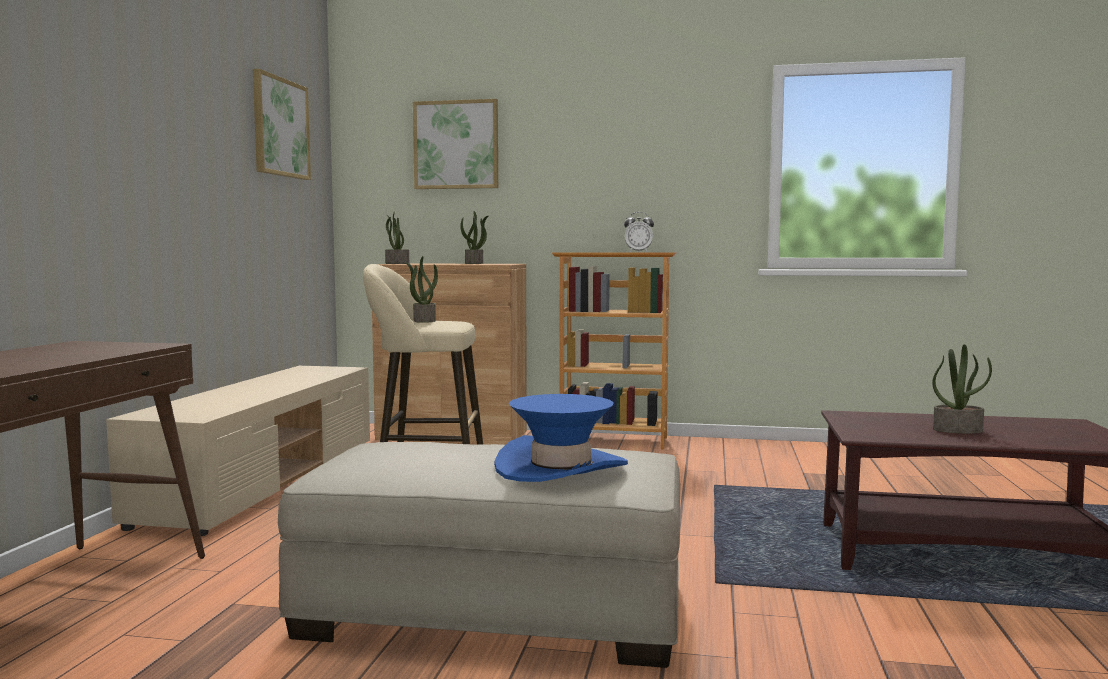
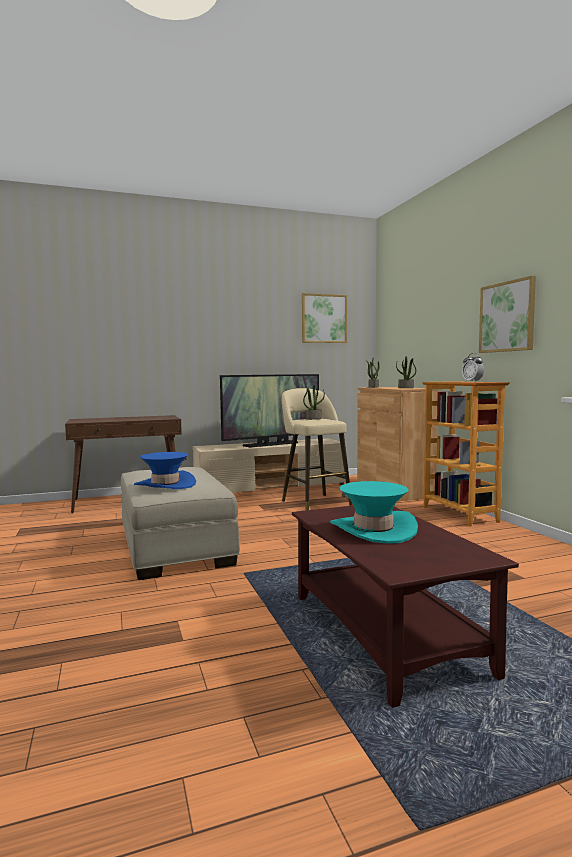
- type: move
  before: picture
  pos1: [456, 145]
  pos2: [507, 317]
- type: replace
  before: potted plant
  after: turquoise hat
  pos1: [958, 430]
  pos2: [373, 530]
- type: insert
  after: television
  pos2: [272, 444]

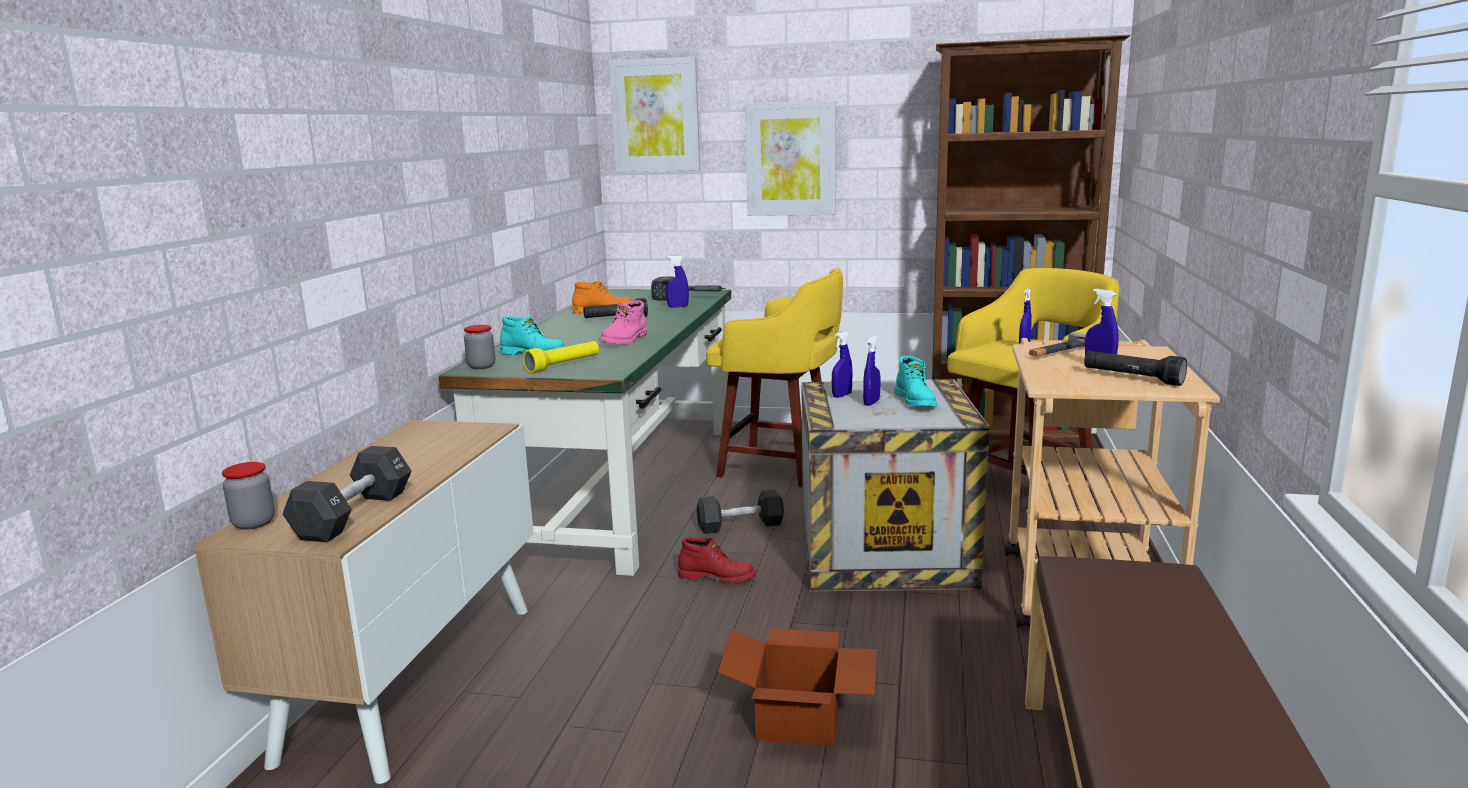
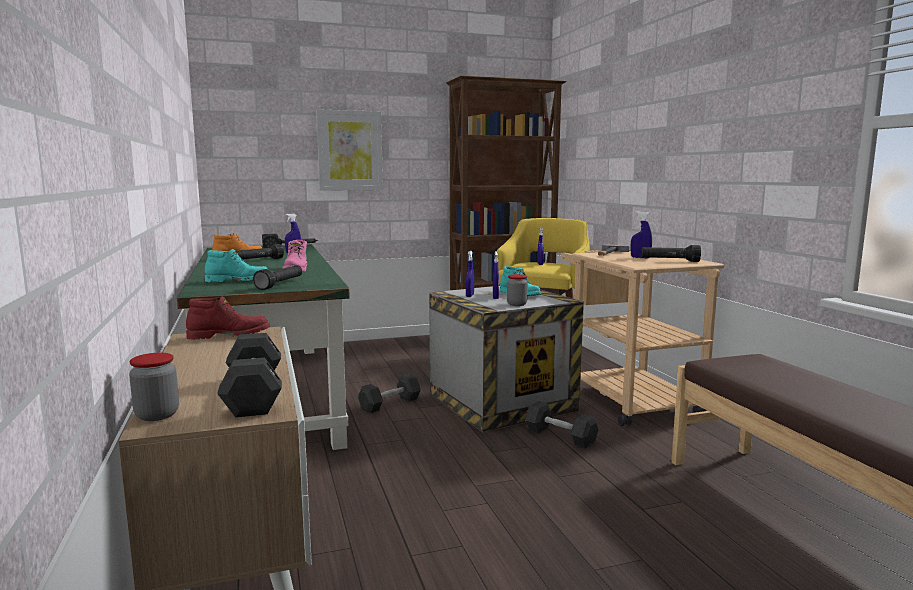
- type: move
  before: jar
  pos1: [481, 366]
  pos2: [517, 304]
- type: recolor
  before: yellow flashlight
  after: black flashlight
  pos1: [564, 365]
  pos2: [280, 284]
- type: delete
  before: picture
  pos1: [655, 115]
- type: move
  before: red boot
  pos1: [717, 577]
  pos2: [229, 335]
- type: delete
  before: yellow stool
  pos1: [781, 466]
- type: delete
  before: cardboard box
  pos1: [801, 719]
- type: insert
  after: black dumbbell
  pos2: [560, 436]

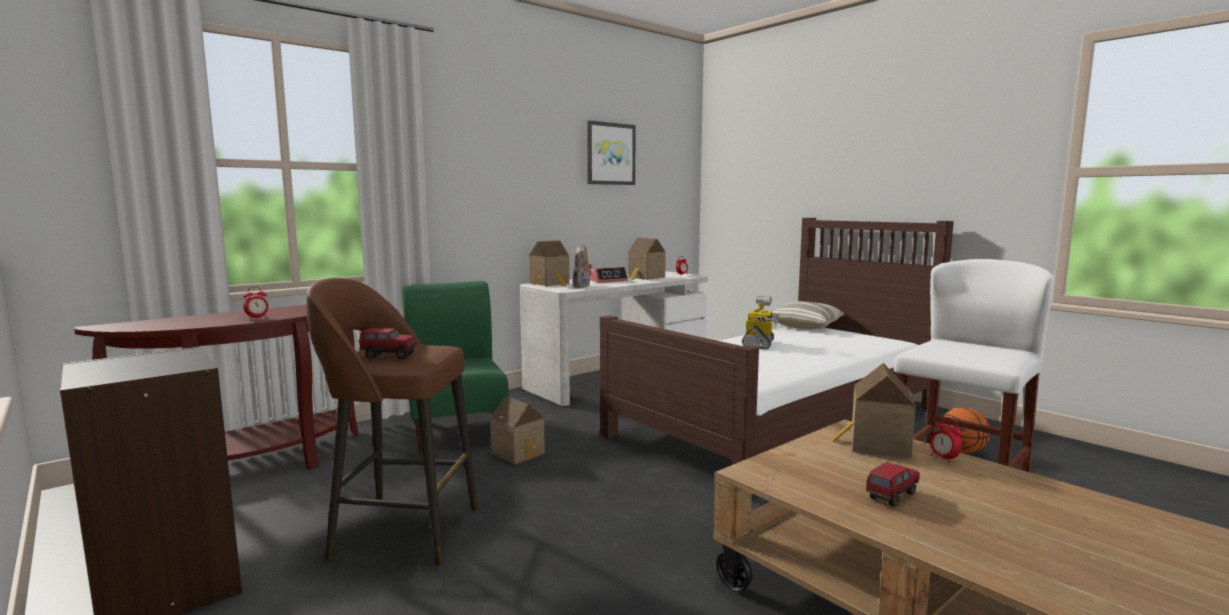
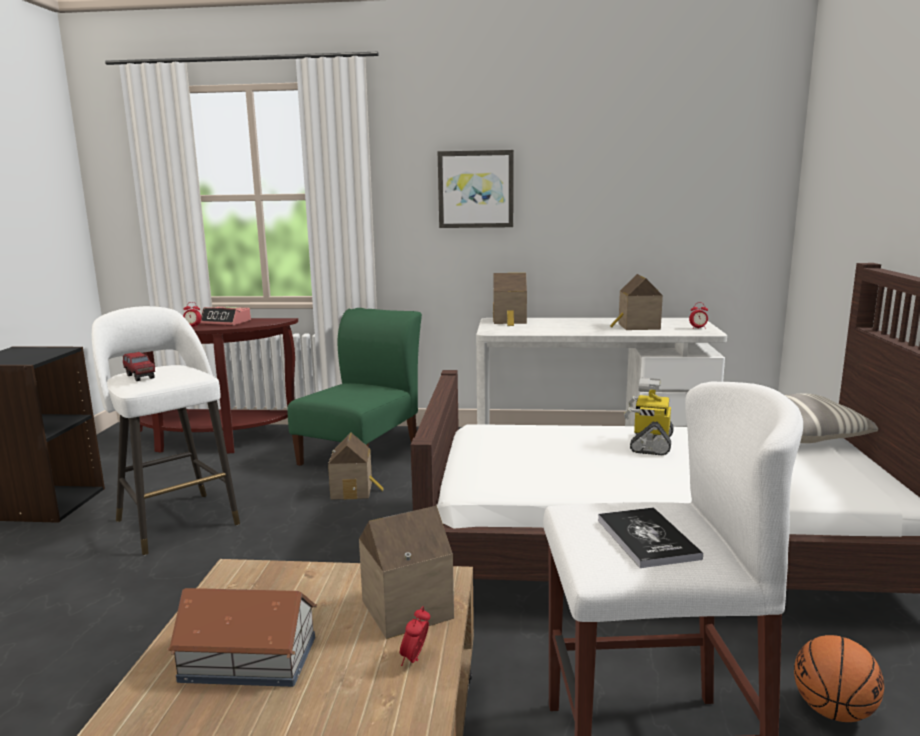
- type: recolor
  before: brown stool
  after: white stool
  pos1: [402, 531]
  pos2: [176, 521]
- type: delete
  before: plush toy
  pos1: [582, 286]
- type: move
  before: picture
  pos1: [610, 154]
  pos2: [476, 189]
- type: move
  before: alarm clock
  pos1: [607, 280]
  pos2: [226, 322]
- type: rotate
  before: toy robot
  pos1: [759, 344]
  pos2: [650, 443]
  turn: 135
- type: replace
  before: toy truck
  after: toy house
  pos1: [891, 496]
  pos2: [247, 658]
- type: insert
  after: book
  pos2: [647, 539]

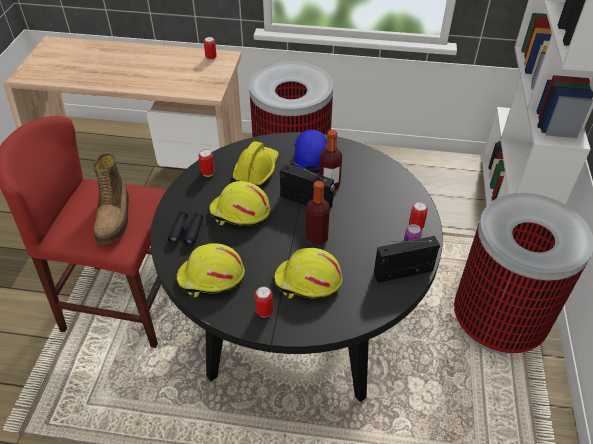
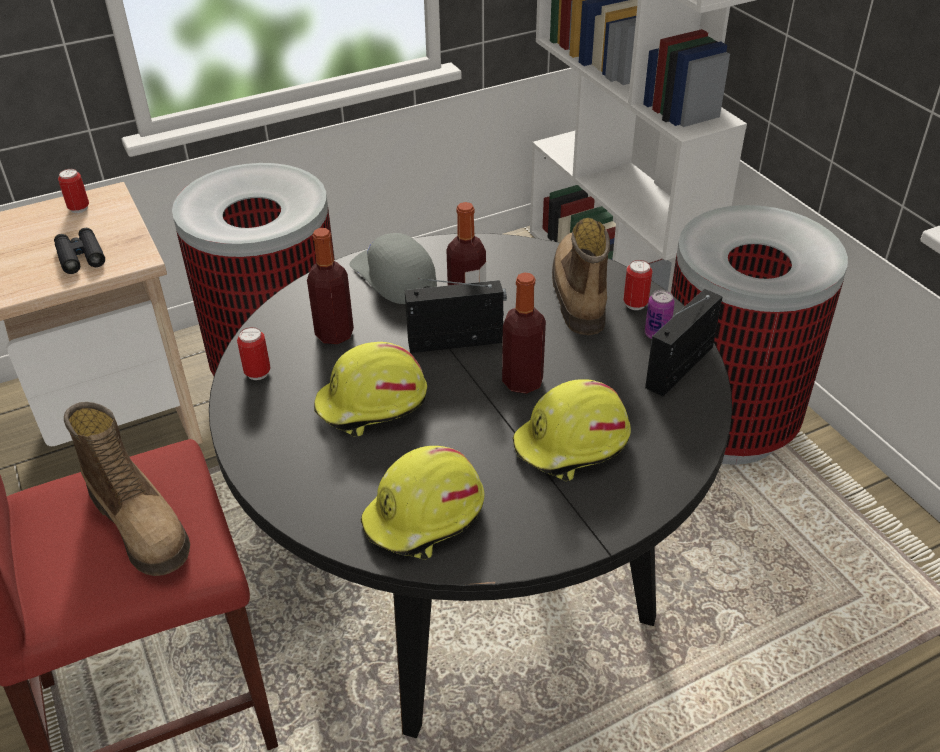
- type: move
  before: black binoculars
  pos1: [187, 231]
  pos2: [80, 256]
- type: replace
  before: yellow hard hat
  after: bottle
  pos1: [256, 170]
  pos2: [334, 334]
- type: delete
  before: can
  pos1: [264, 311]
- type: recolor
  before: blue cap
  after: grey cap
  pos1: [311, 154]
  pos2: [394, 277]
- type: insert
  after: boot
  pos2: [577, 293]

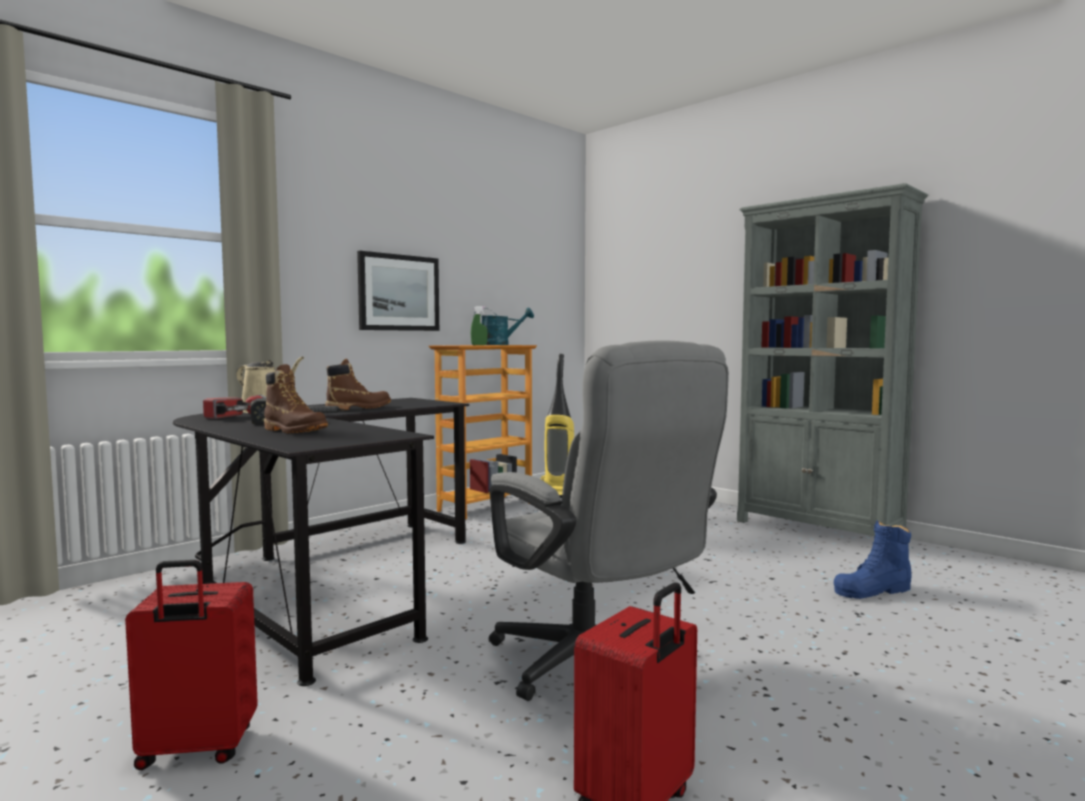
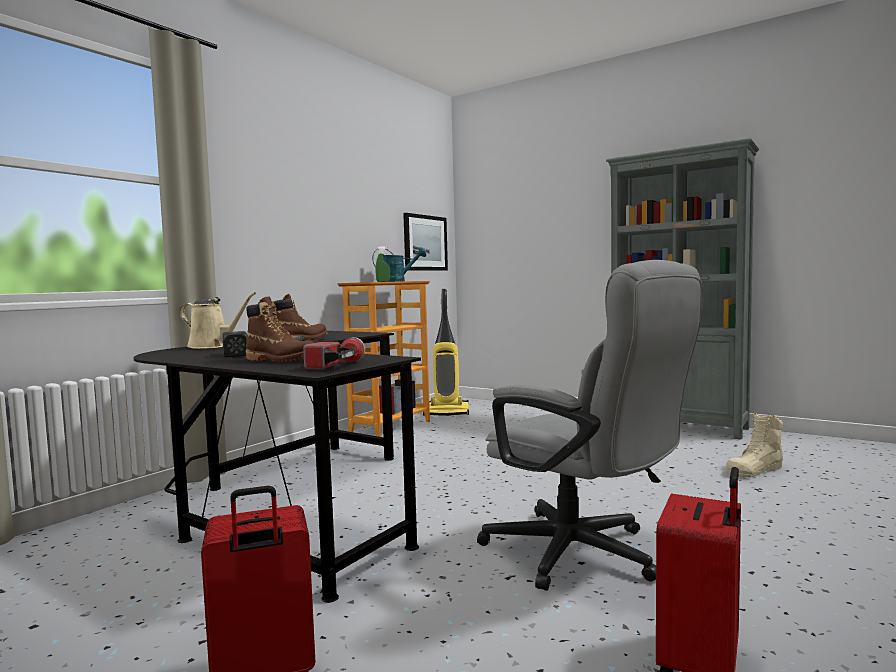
- type: move
  before: flashlight
  pos1: [237, 416]
  pos2: [337, 365]
- type: move
  before: picture
  pos1: [399, 292]
  pos2: [425, 243]
- type: recolor
  before: blue boot
  after: beige boot
  pos1: [872, 591]
  pos2: [755, 470]

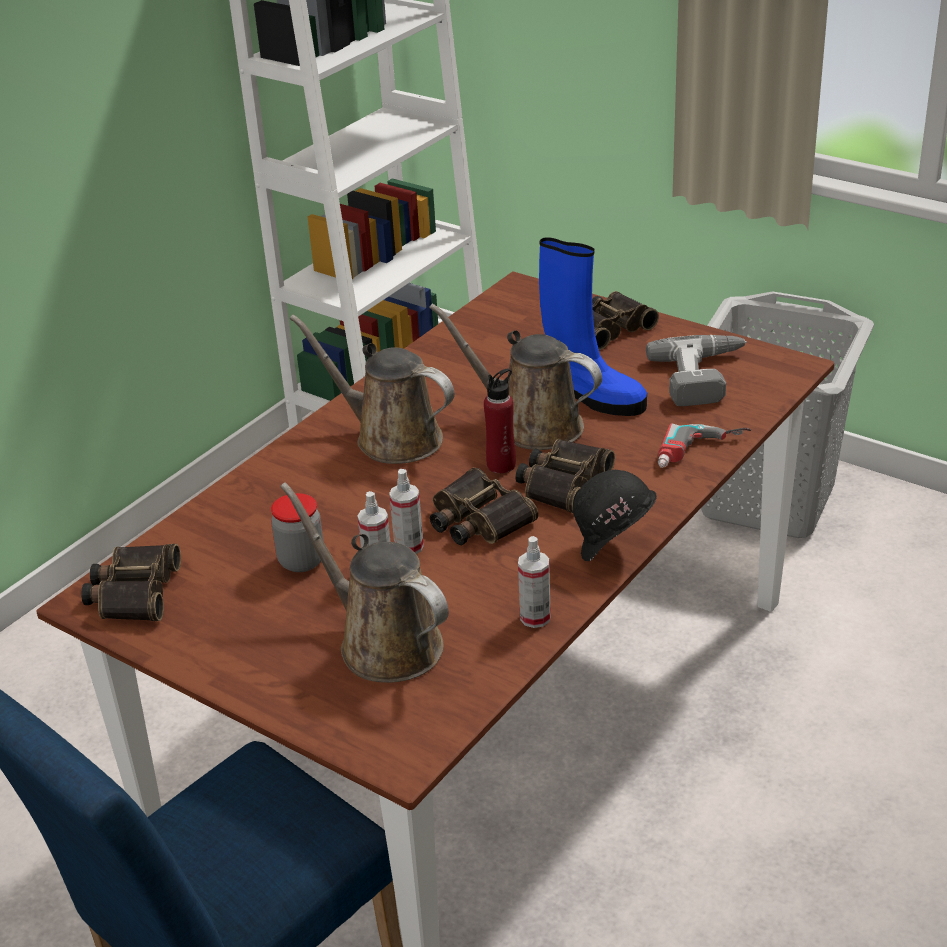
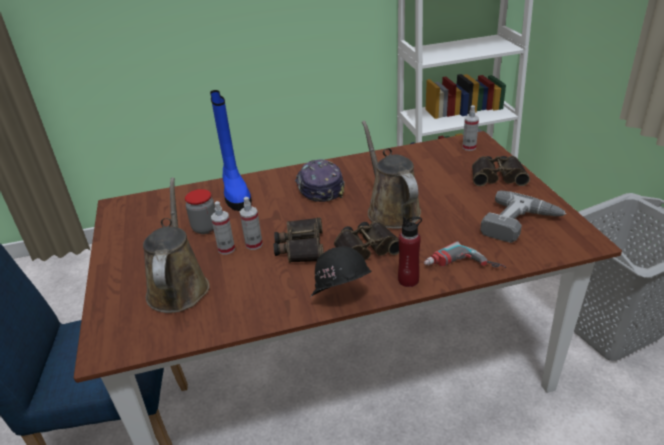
- type: delete
  before: binoculars
  pos1: [133, 592]
- type: replace
  before: brown watering can
  after: cap
  pos1: [391, 438]
  pos2: [319, 188]
- type: move
  before: red bottle
  pos1: [501, 465]
  pos2: [408, 280]
- type: move
  before: spray bottle
  pos1: [535, 617]
  pos2: [469, 147]
- type: move
  before: blue boot
  pos1: [592, 397]
  pos2: [235, 193]

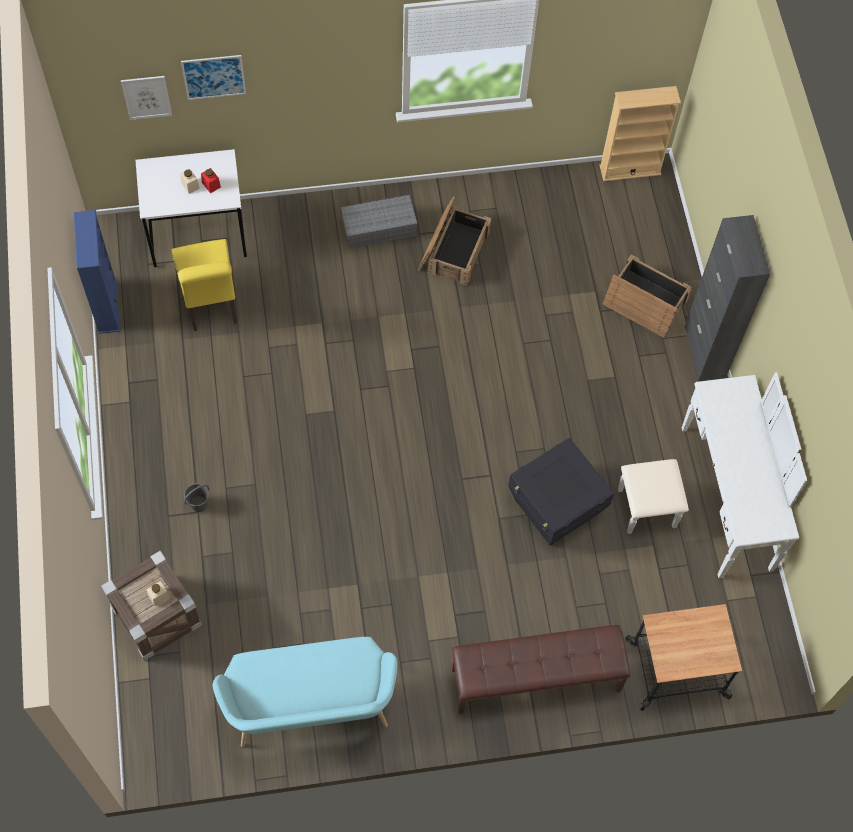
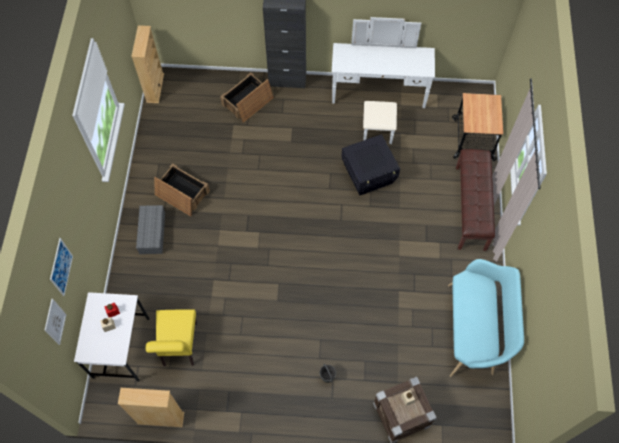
- type: recolor
  before: blue bookcase
  after: beige bookcase
  pos1: [107, 305]
  pos2: [161, 418]
- type: rotate
  before: yellow chair
  pos1: [210, 304]
  pos2: [179, 347]
  turn: 90

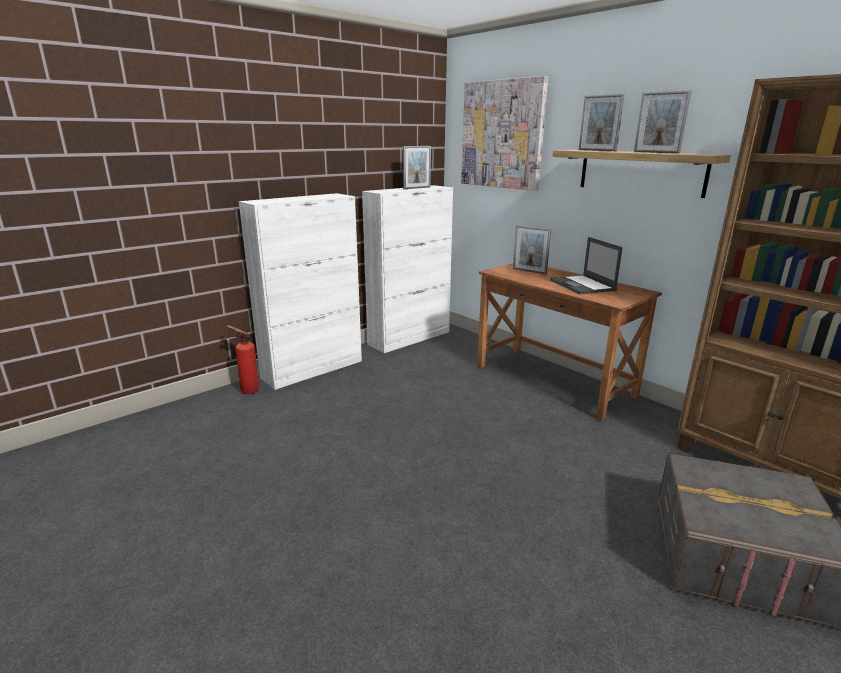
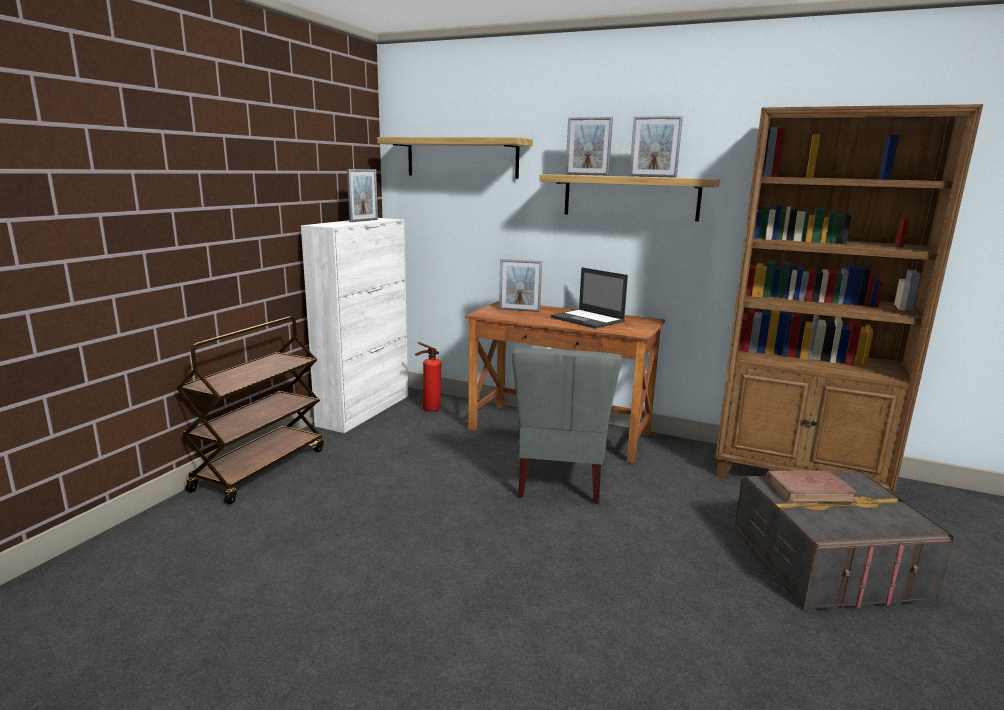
- type: move
  before: fire extinguisher
  pos1: [247, 391]
  pos2: [428, 409]
- type: replace
  before: white cabinet
  after: brown cart
  pos1: [313, 369]
  pos2: [260, 469]
- type: replace
  before: picture
  after: shelf
  pos1: [502, 135]
  pos2: [462, 158]
- type: insert
  after: grey chair
  pos2: [560, 480]
- type: insert
  after: brown book
  pos2: [809, 491]

